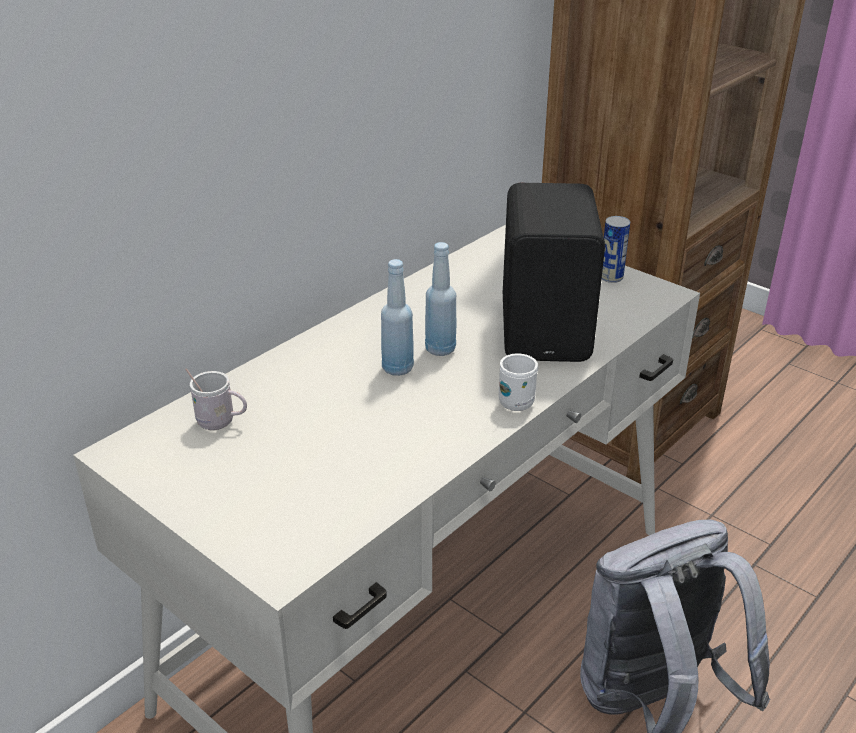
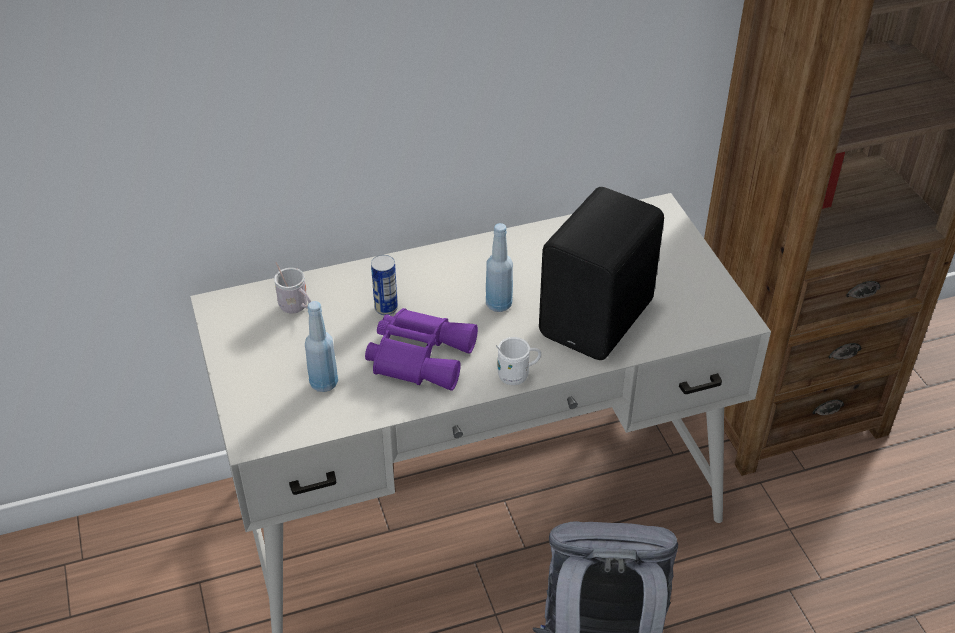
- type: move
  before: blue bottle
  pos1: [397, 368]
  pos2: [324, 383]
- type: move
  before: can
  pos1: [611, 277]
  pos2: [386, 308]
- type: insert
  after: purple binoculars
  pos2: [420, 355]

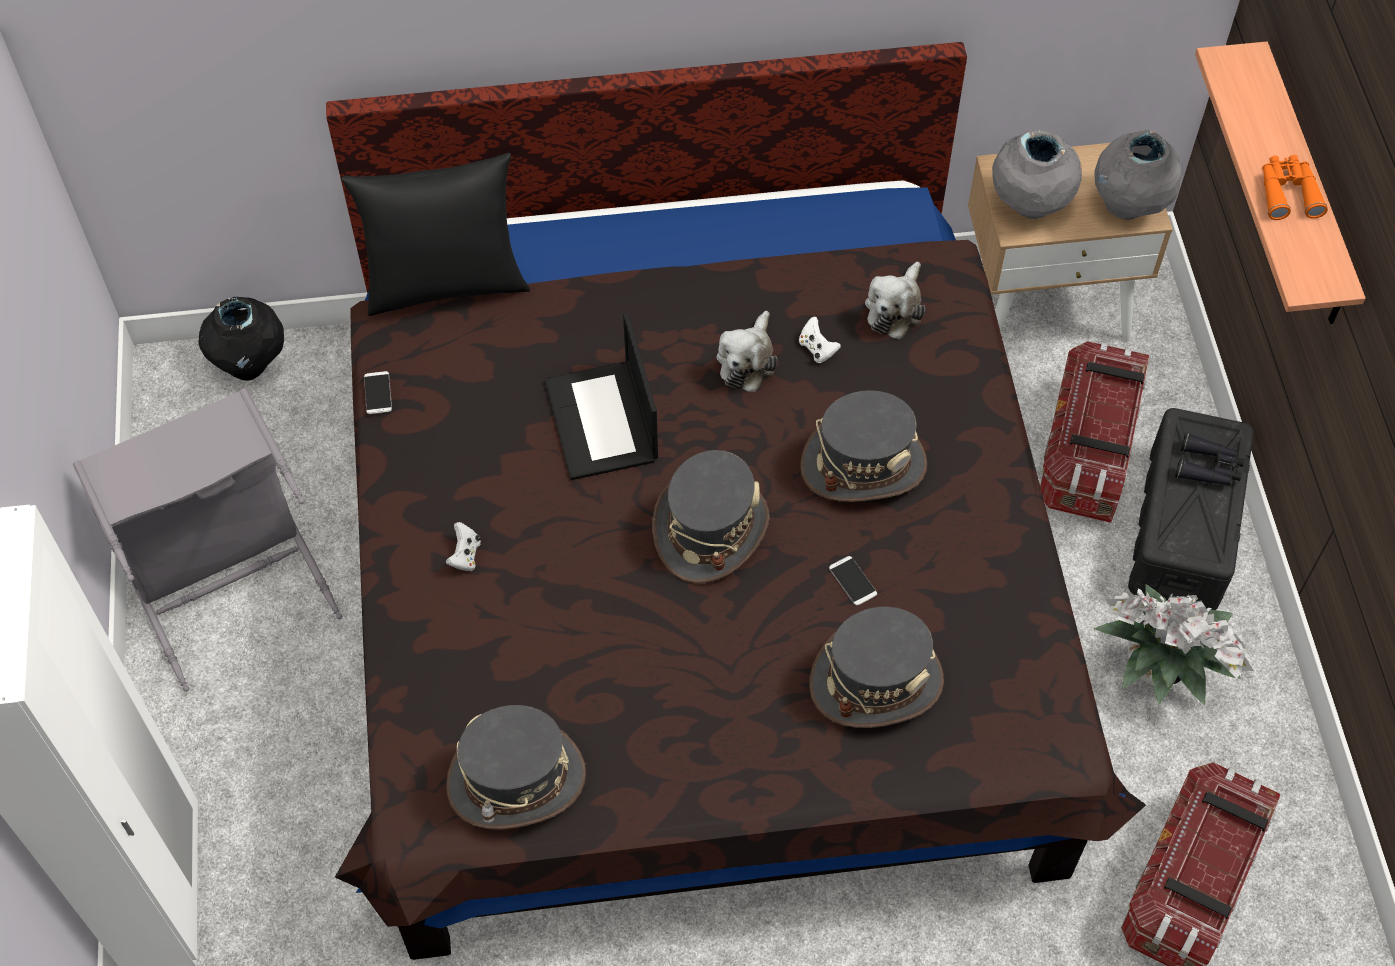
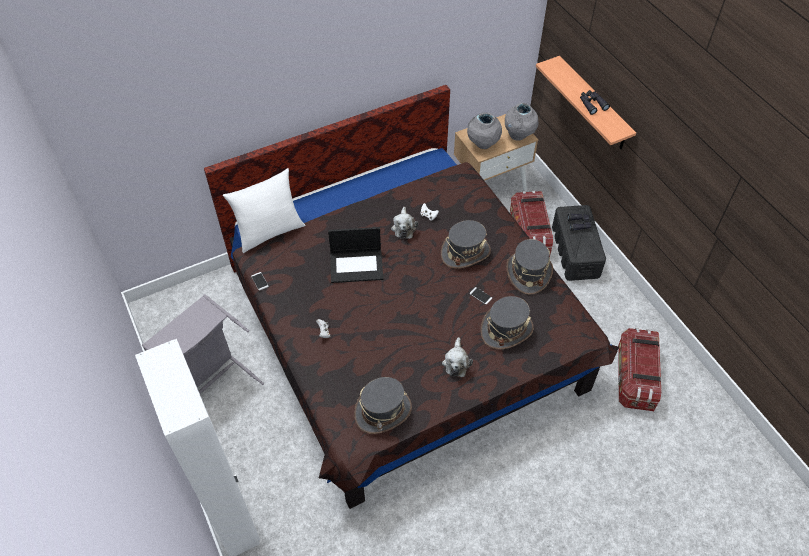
- type: delete
  before: black vase
  pos1: [250, 364]
- type: recolor
  before: black pillow
  after: white pillow
  pos1: [446, 283]
  pos2: [269, 232]
- type: rotate
  before: laptop
  pos1: [603, 422]
  pos2: [357, 266]
  turn: -60
- type: move
  before: grey hat
  pos1: [710, 529]
  pos2: [528, 273]
- type: move
  before: plush toy
  pos1: [895, 309]
  pos2: [456, 362]
- type: delete
  before: potted plant
  pos1: [1160, 674]
- type: recolor
  before: orange binoculars
  after: black binoculars
  pos1: [1287, 192]
  pos2: [592, 104]

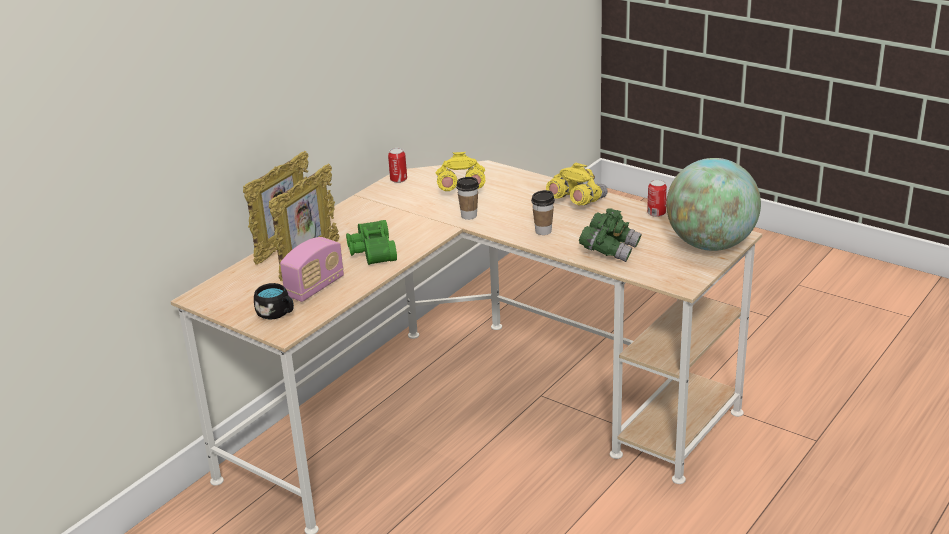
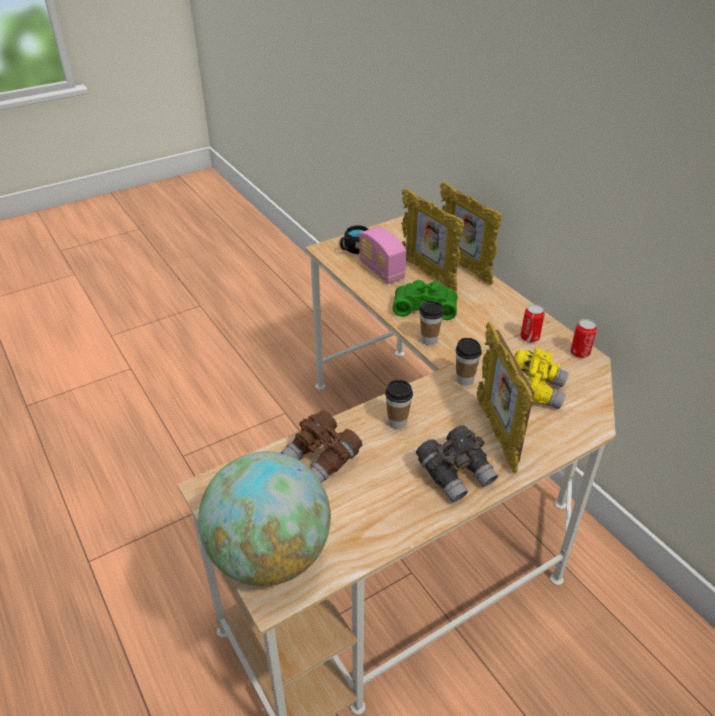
- type: recolor
  before: yellow binoculars
  after: grey binoculars
  pos1: [576, 201]
  pos2: [456, 474]
- type: recolor
  before: green binoculars
  after: brown binoculars
  pos1: [609, 249]
  pos2: [322, 459]
- type: move
  before: can
  pos1: [656, 213]
  pos2: [529, 337]
- type: insert
  after: cup
  pos2: [429, 340]
- type: insert
  after: picture frame
  pos2: [497, 434]

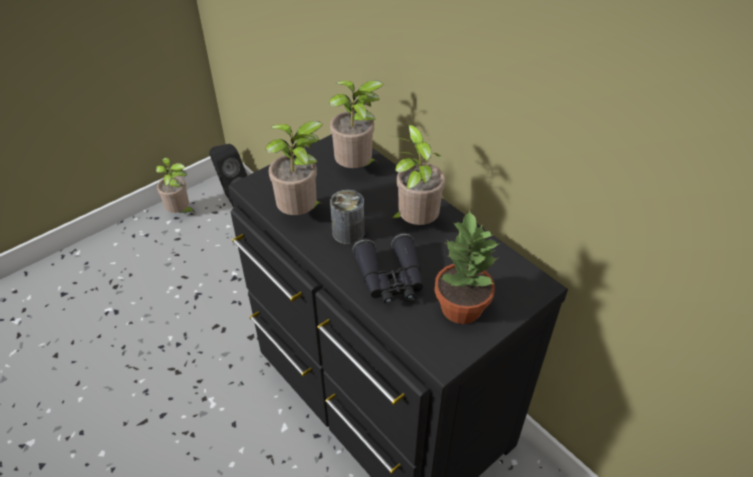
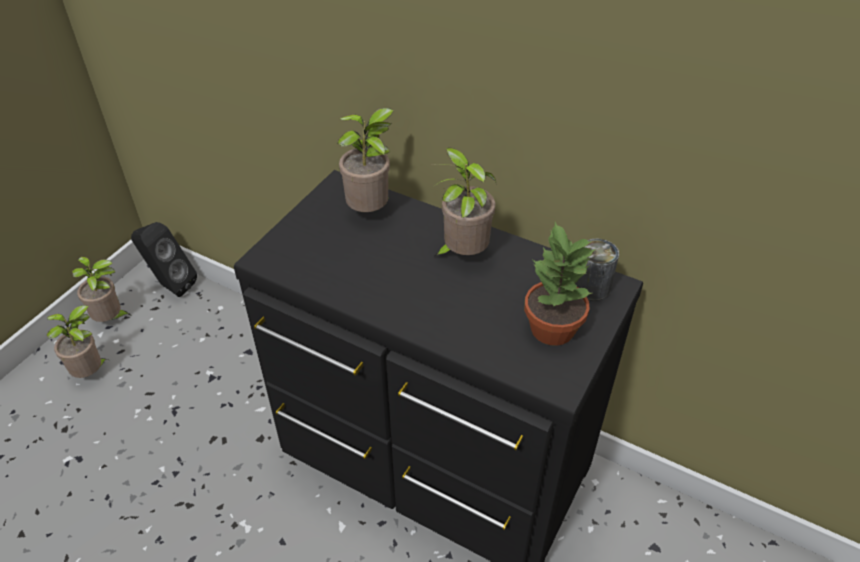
- type: move
  before: potted plant
  pos1: [301, 214]
  pos2: [91, 372]
- type: move
  before: can
  pos1: [348, 232]
  pos2: [592, 287]
- type: delete
  before: black binoculars
  pos1: [390, 278]

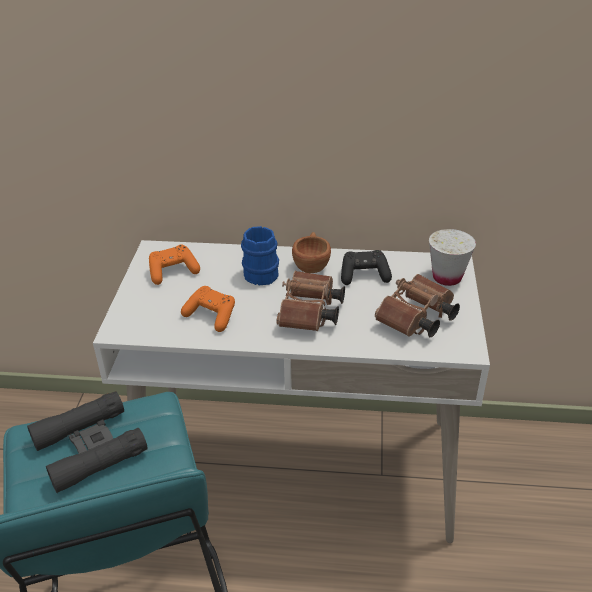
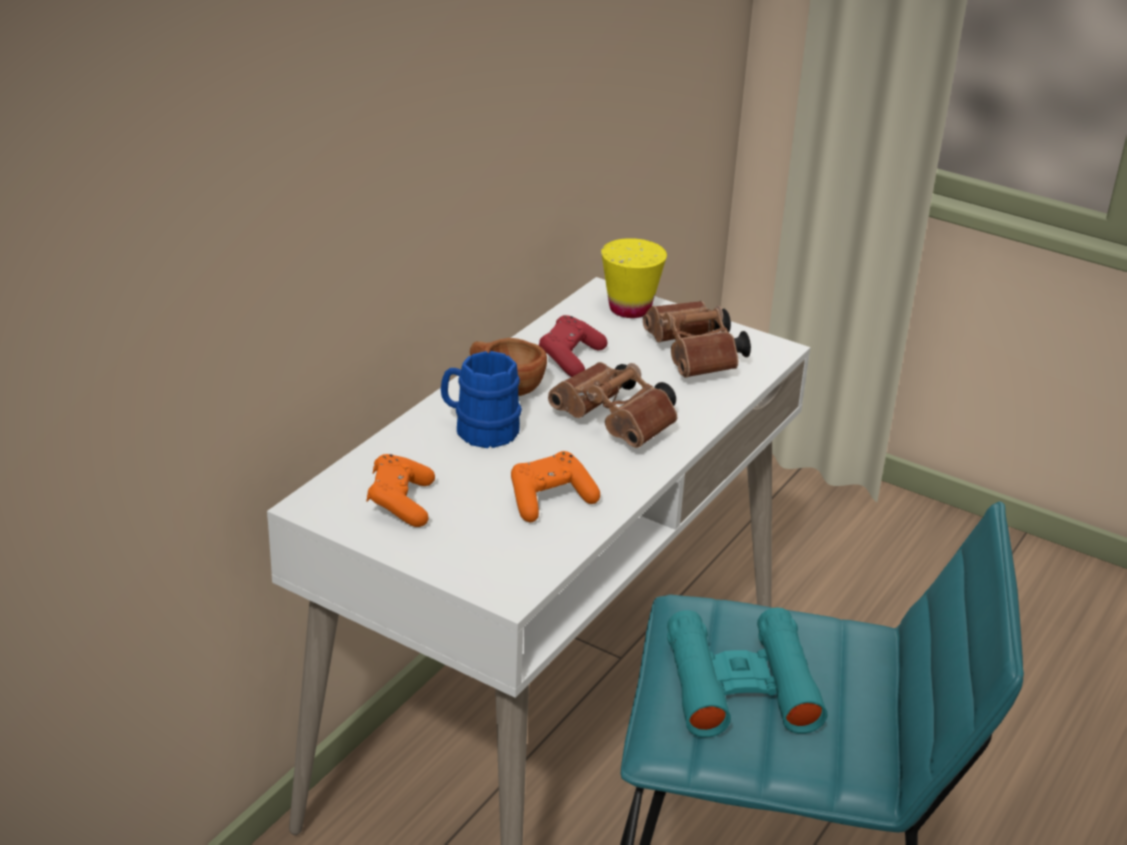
- type: recolor
  before: black binoculars
  after: turquoise binoculars
  pos1: [89, 447]
  pos2: [740, 685]
- type: recolor
  before: black game controller
  after: red game controller
  pos1: [364, 275]
  pos2: [570, 359]
- type: recolor
  before: white cup
  after: yellow cup
  pos1: [447, 277]
  pos2: [630, 309]

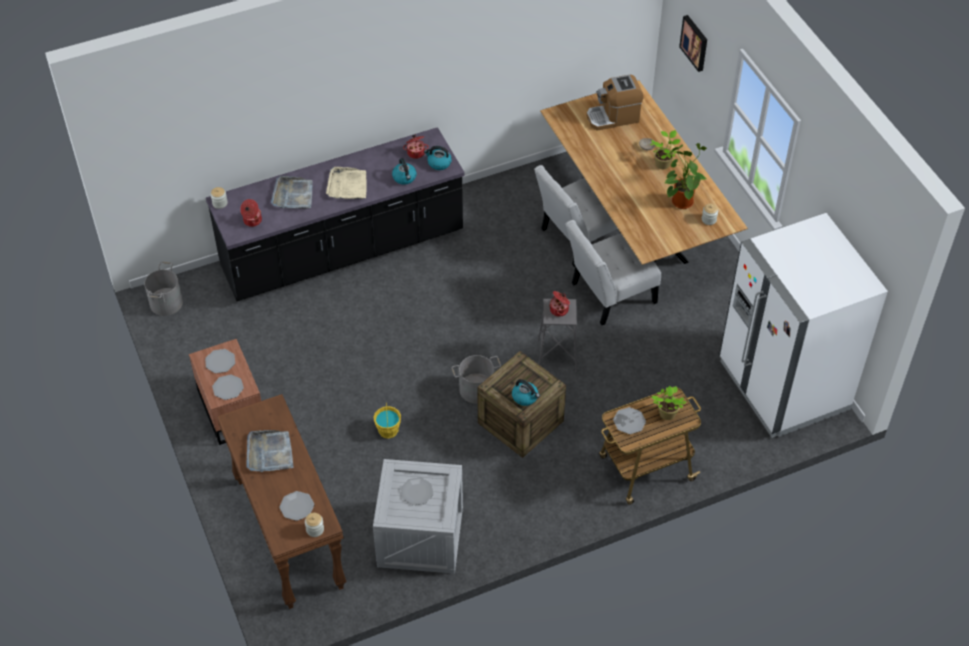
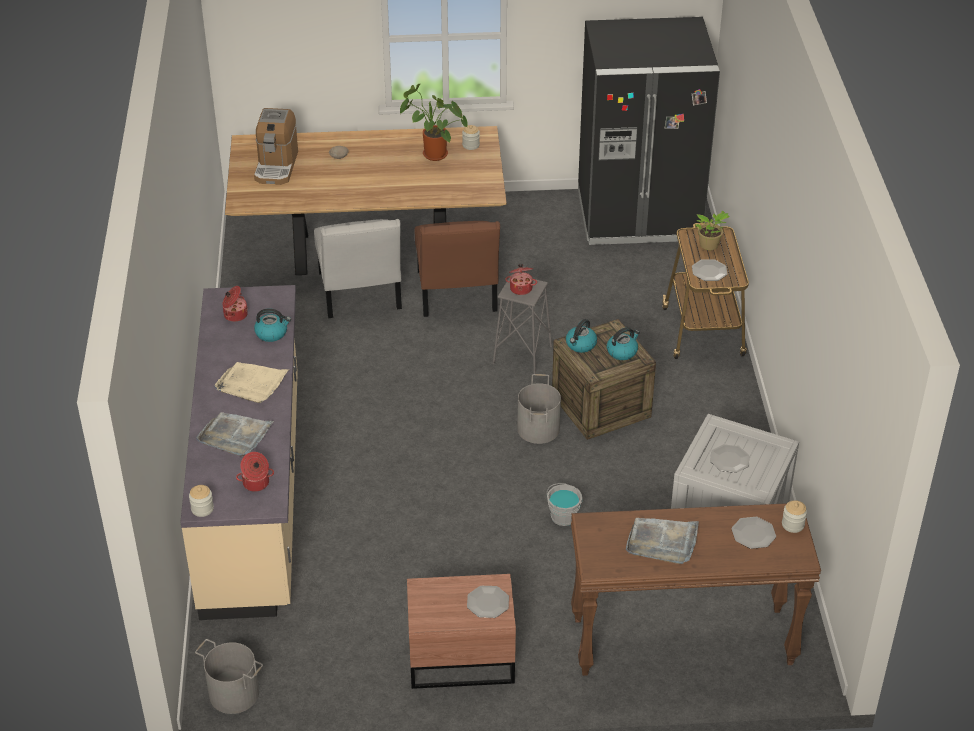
- type: delete
  before: plate
  pos1: [220, 362]
- type: recolor
  before: black counter
  after: beige counter
  pos1: [343, 251]
  pos2: [254, 492]
- type: recolor
  before: yellow bucket
  after: grey bucket
  pos1: [388, 430]
  pos2: [564, 516]
- type: move
  before: kettle
  pos1: [439, 163]
  pos2: [580, 345]
- type: recolor
  before: white chair
  after: brown chair
  pos1: [609, 295]
  pos2: [456, 295]
- type: delete
  before: potted plant
  pos1: [663, 163]
- type: delete
  before: picture
  pos1: [695, 42]
- type: recolor
  before: white fridge
  after: black fridge
  pos1: [783, 385]
  pos2: [638, 216]

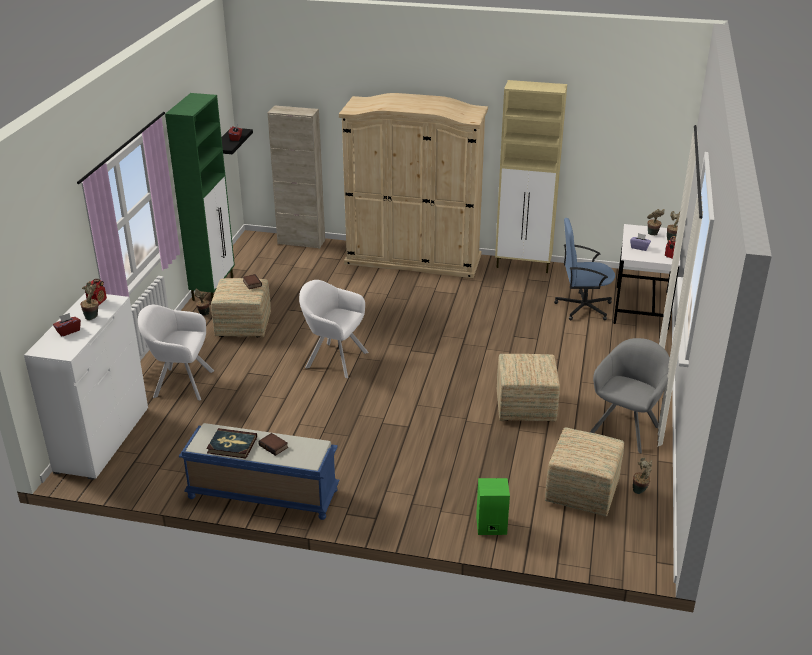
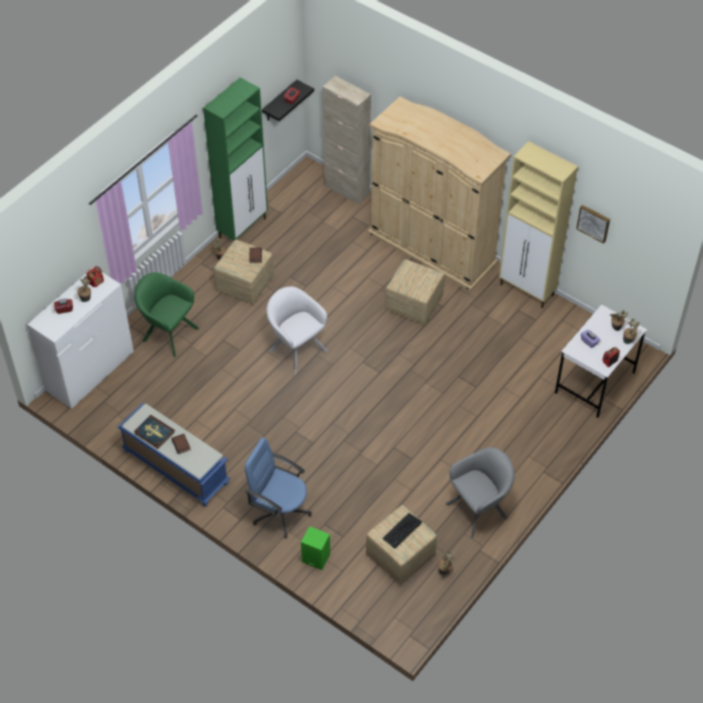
- type: recolor
  before: white armchair
  after: green armchair
  pos1: [180, 383]
  pos2: [168, 333]
- type: move
  before: ottoman
  pos1: [526, 407]
  pos2: [414, 304]
- type: move
  before: blue office chair
  pos1: [582, 307]
  pos2: [280, 511]
- type: insert
  after: keyboard
  pos2: [402, 531]
- type: insert
  after: picture
  pos2: [594, 223]

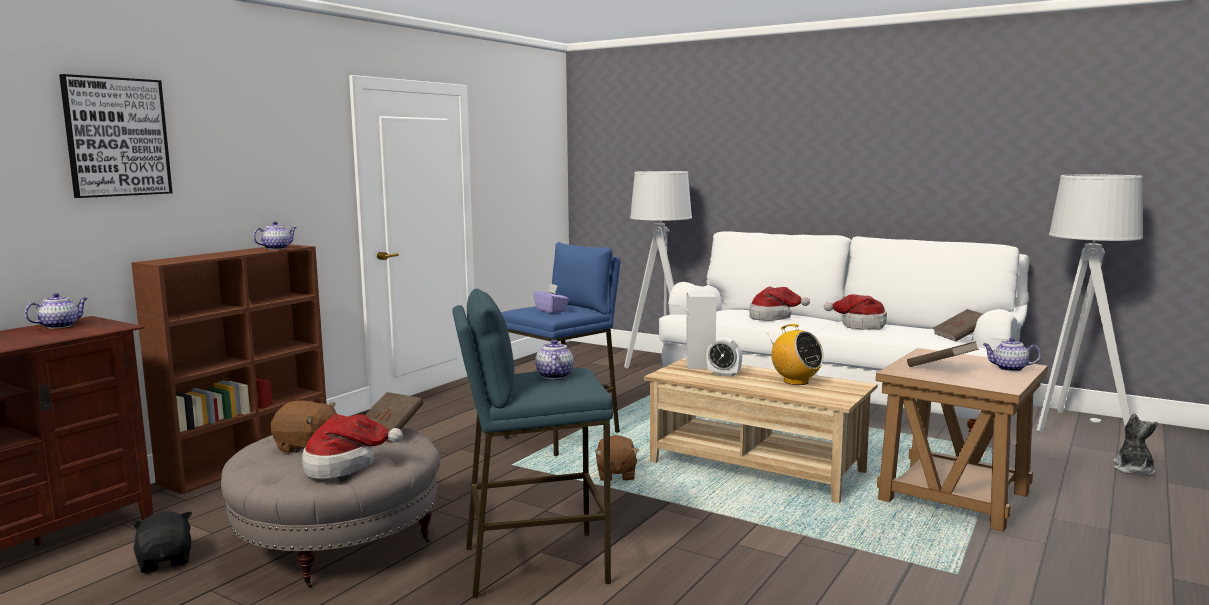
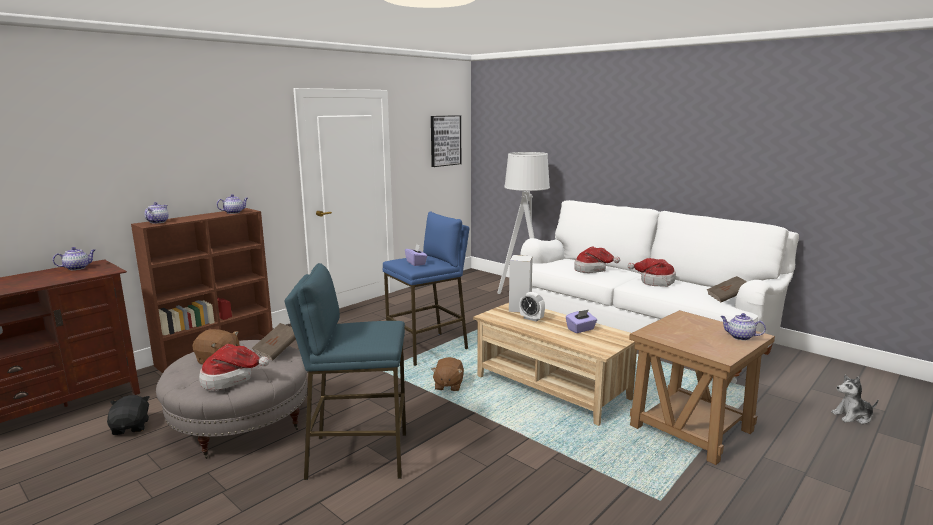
- type: move
  before: picture
  pos1: [117, 137]
  pos2: [445, 140]
- type: move
  before: teapot
  pos1: [554, 375]
  pos2: [158, 222]
- type: replace
  before: radio
  after: purple tissue box
  pos1: [795, 381]
  pos2: [581, 329]
- type: delete
  before: brown book
  pos1: [941, 368]
- type: delete
  before: grey floor lamp
  pos1: [1076, 426]
- type: rotate
  before: plush toy
  pos1: [1133, 469]
  pos2: [852, 417]
  turn: -120

